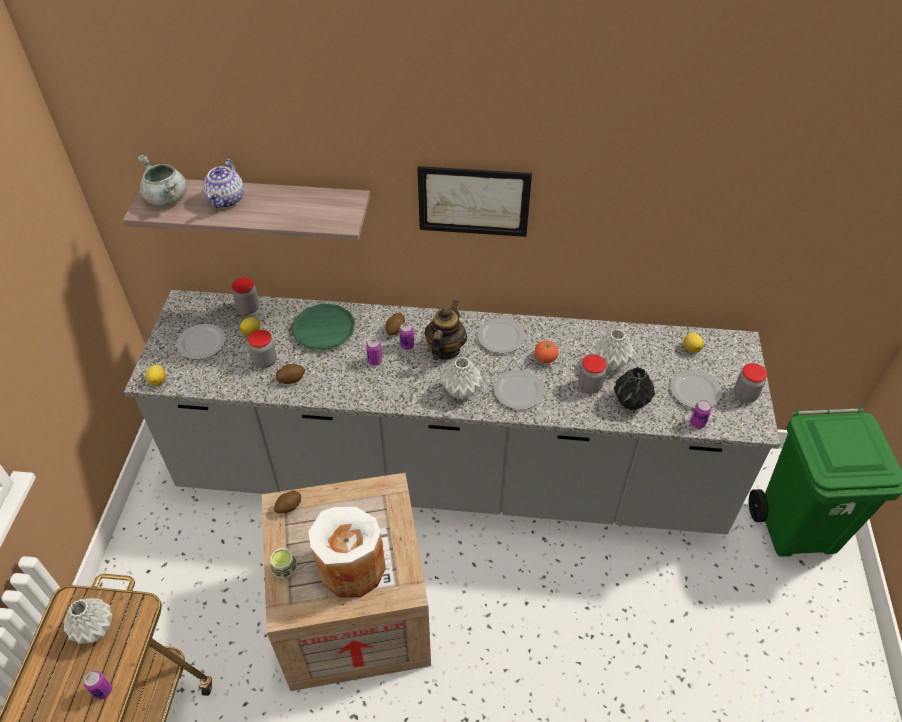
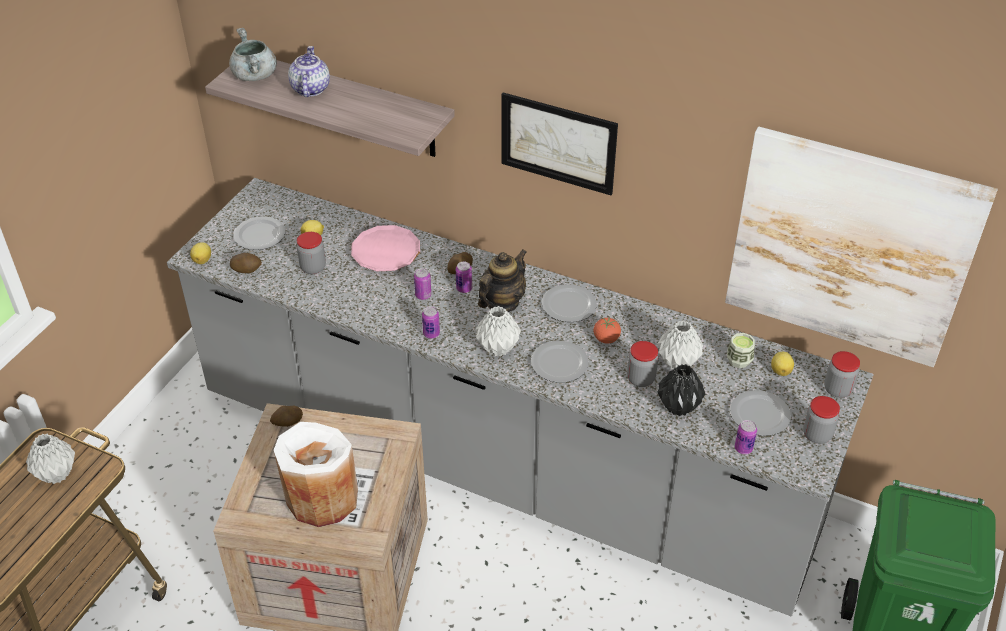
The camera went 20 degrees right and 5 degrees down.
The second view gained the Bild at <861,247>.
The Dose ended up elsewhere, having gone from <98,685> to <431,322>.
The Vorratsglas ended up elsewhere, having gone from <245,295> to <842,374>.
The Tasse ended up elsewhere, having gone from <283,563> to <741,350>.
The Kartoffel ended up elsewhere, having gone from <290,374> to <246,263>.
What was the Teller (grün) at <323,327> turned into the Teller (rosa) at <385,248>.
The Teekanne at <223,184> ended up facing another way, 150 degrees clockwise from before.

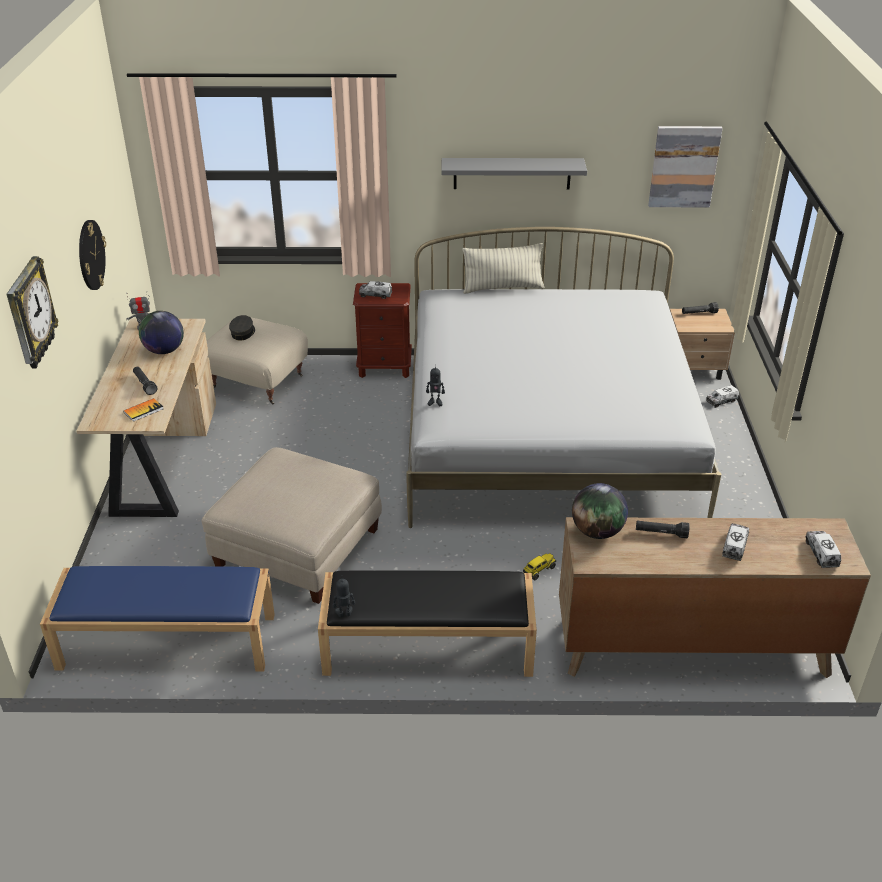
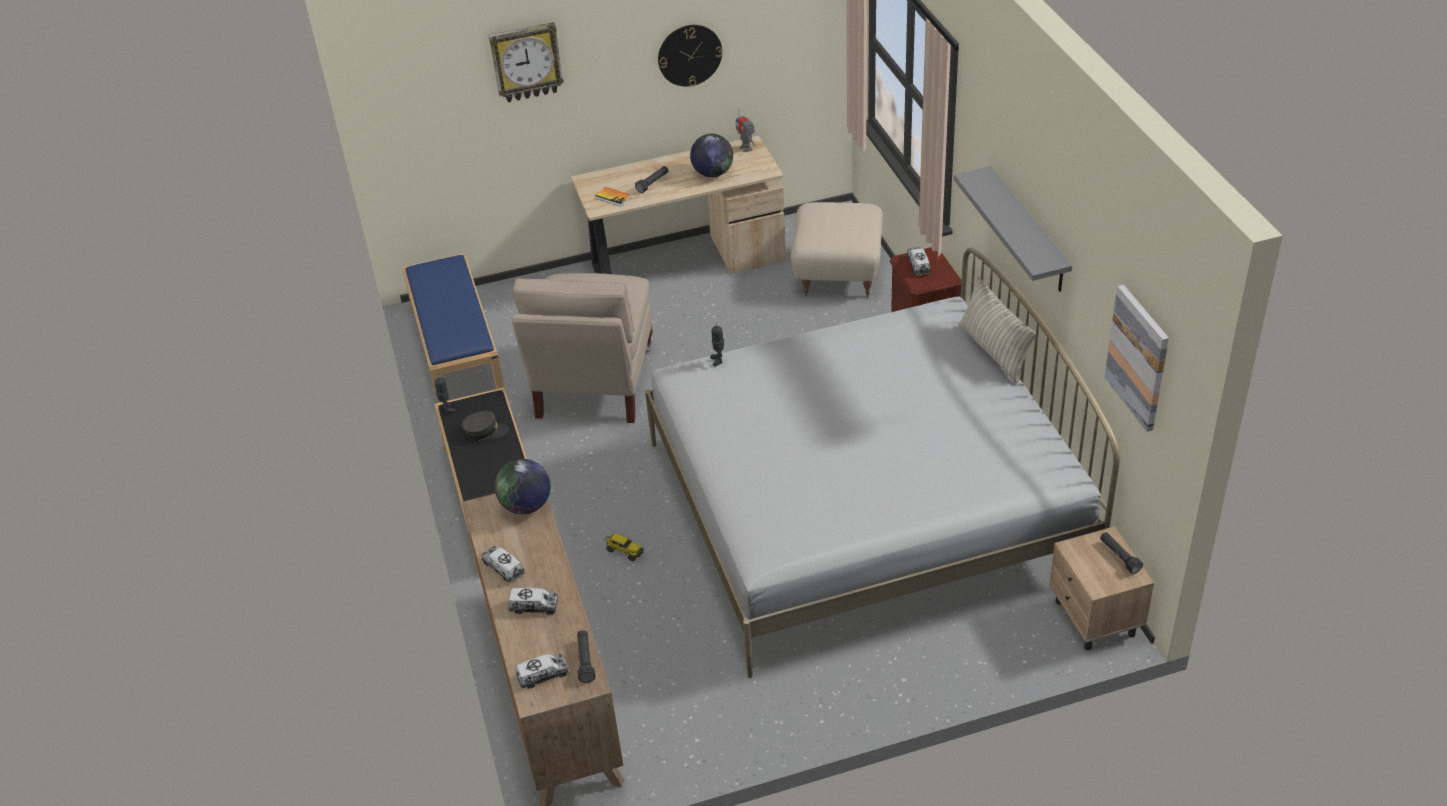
The camera went 75 degrees right and 5 degrees up.
The Kappe (grau) ended up elsewhere, having gone from <242,328> to <485,426>.
The Taschenlampe (schwarz) ended up elsewhere, having gone from <662,529> to <586,656>.
The Spielzeuglaster ended up elsewhere, having gone from <722,396> to <503,564>.
Where the Polsterhocker (beige) stood at <292,525>, the Stuhl (beige) came to stand at <582,348>.

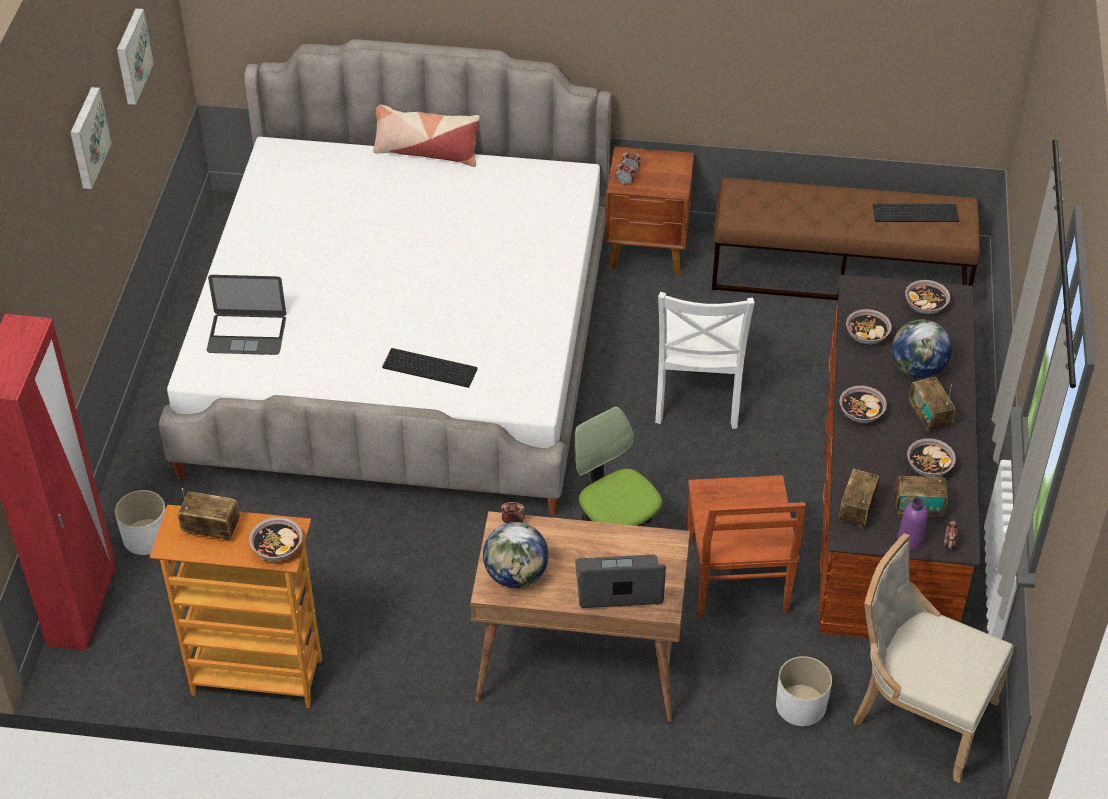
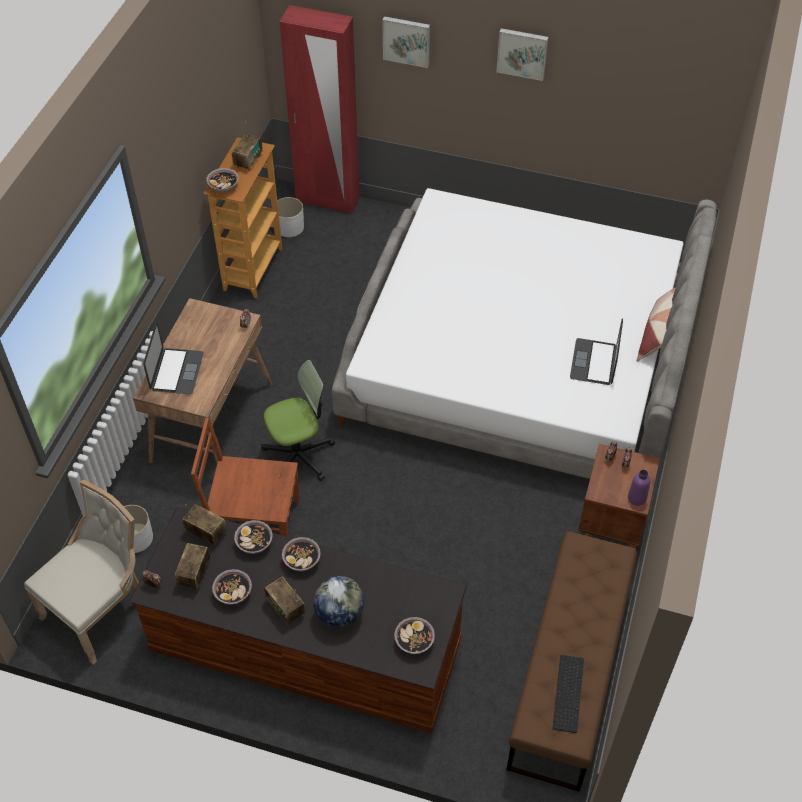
The camera went 100 degrees right and 5 degrees up.
The second view lost the Tastatur at <430,368>.
The second view lost the Globus at <516,555>.
The second view lost the Stuhl (weiß) at <705,360>.
The Pflanzkübel (weiß) ended up elsewhere, having gone from <140,522> to <290,217>.
The Bild ended up elsewhere, having gone from <135,56> to <406,42>.
The Laptop ended up elsewhere, having gone from <246,315> to <596,352>.
The Schüssel ended up elsewhere, having gone from <869,327> to <253,537>.
The Flasche (lila) ended up elsewhere, having gone from <912,524> to <639,488>.
The Radio at <932,404> ended up facing another way, 120 degrees counterclockwise from before.

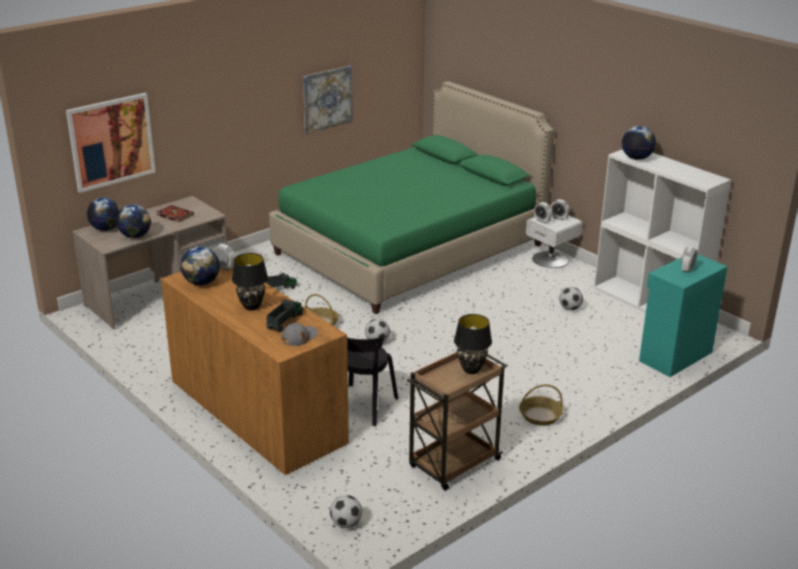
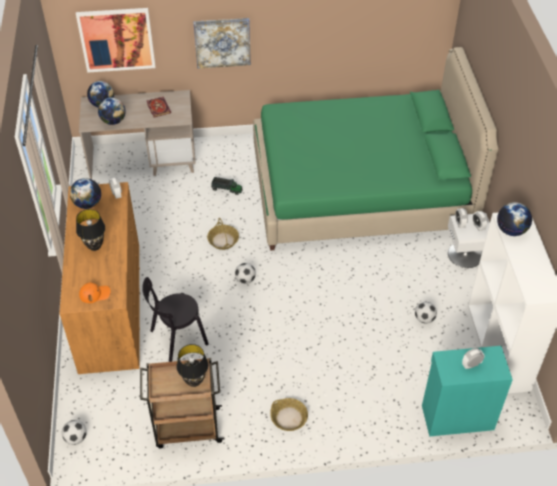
The camera went 35 degrees right and 20 degrees up.
The second view lost the Spielzeuglaster at <284,315>.
The Bild ended up elsewhere, having gone from <328,99> to <222,43>.
What was the Kappe (grau) at <300,334> turned into the Kappe (orange) at <94,292>.

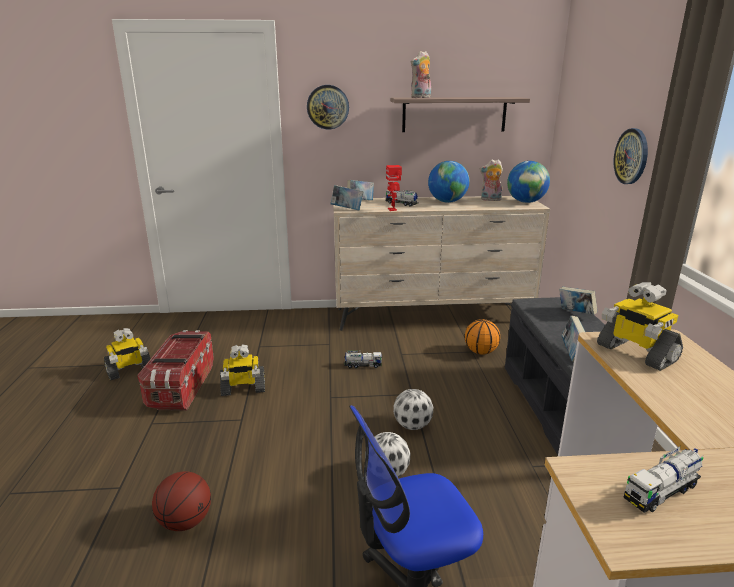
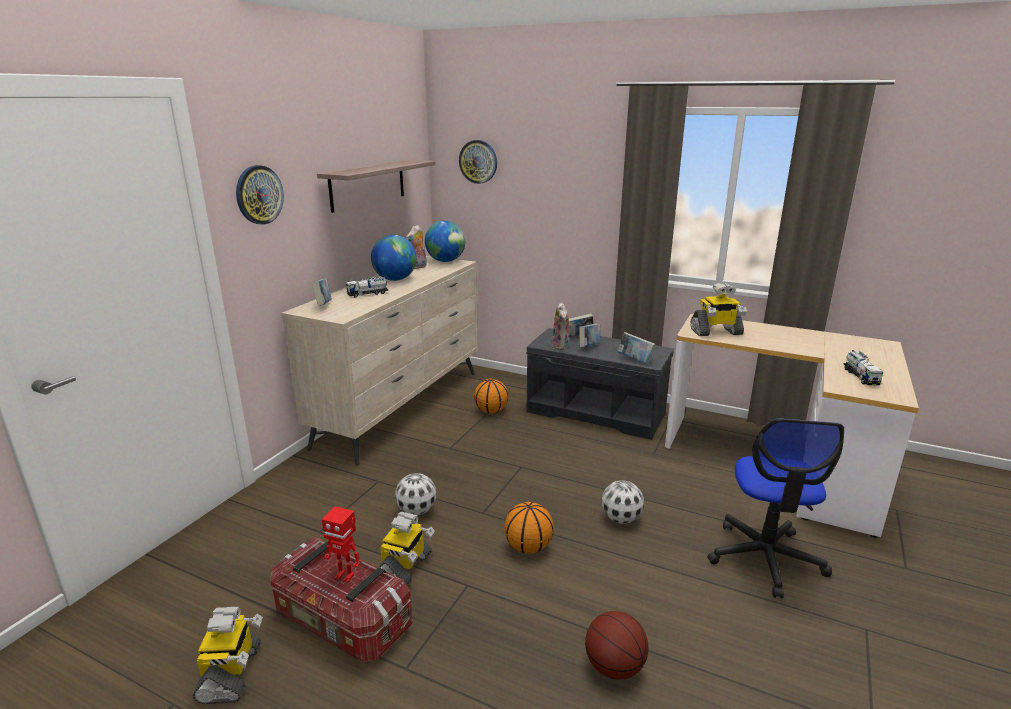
The camera went 60 degrees left and 0 degrees up.
The second view lost the Spielzeuglaster at <363,359>.
The second view gained the Basketball at <529,528>.
The Buch ended up elsewhere, having gone from <347,197> to <589,335>.
The Spielzeugroboter ended up elsewhere, having gone from <394,188> to <341,544>.
The Fußball ended up elsewhere, having gone from <413,409> to <415,494>.
The Plüschtier ended up elsewhere, having gone from <421,74> to <561,326>.
The Wanduhr ended up elsewhere, having gone from <631,156> to <478,162>.

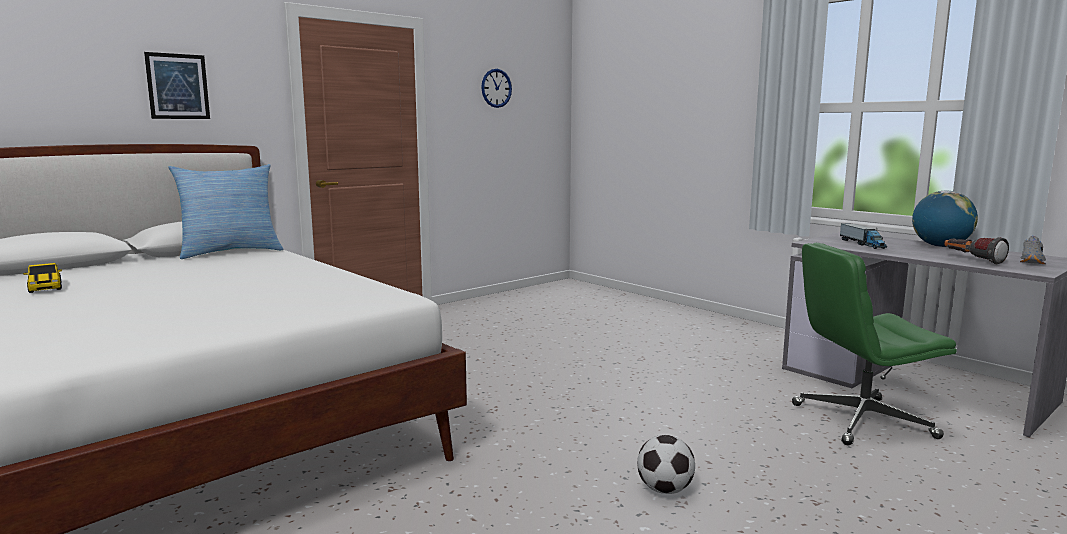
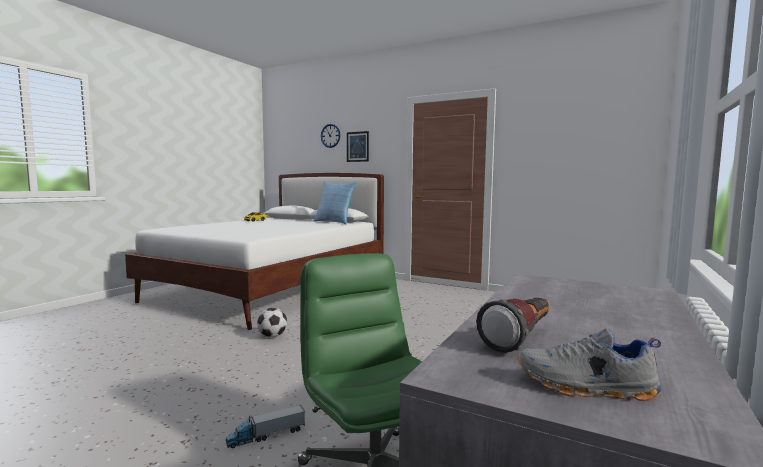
The camera went 70 degrees right and 5 degrees down.
The second view lost the Globus at <945,219>.
The Wanduhr ended up elsewhere, having gone from <496,88> to <330,136>.
The Fußball ended up elsewhere, having gone from <666,464> to <272,323>.
The Spielzeuglaster ended up elsewhere, having gone from <863,236> to <265,426>.

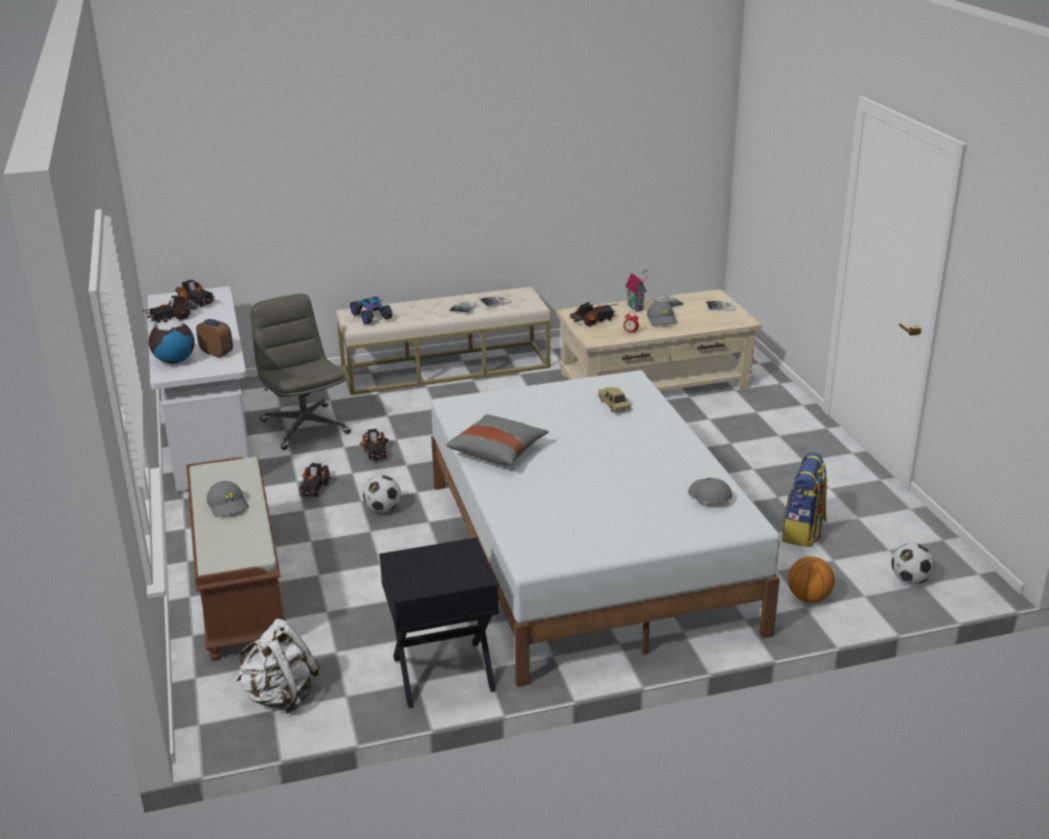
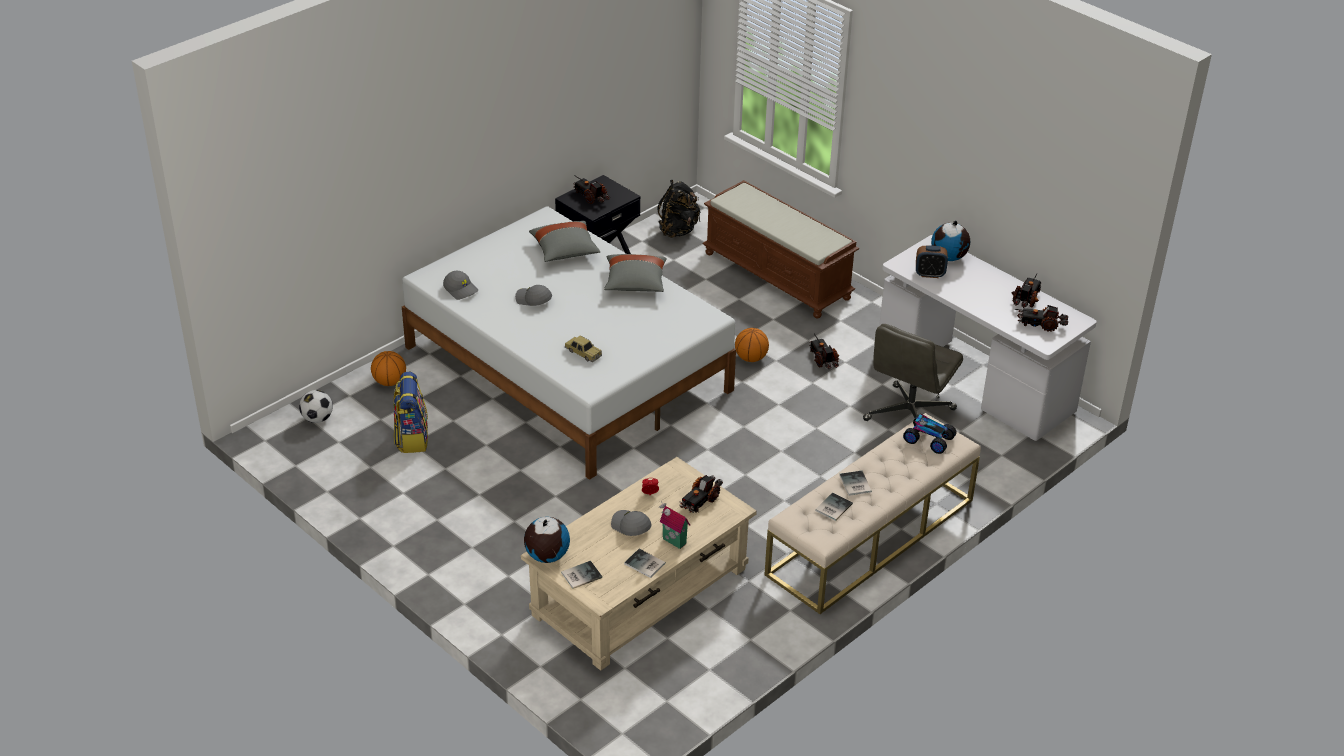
The camera went 150 degrees right and 10 degrees up.
The second view gained the Globus at <547,540>.
The second view gained the Kissen (grau) at <565,241>.
The Kappe (grau) ended up elsewhere, having gone from <228,499> to <533,295>.
The Spielzeuglaster ended up elsewhere, having gone from <373,444> to <591,190>.
Where the Fußball stood at <382,494>, the Basketball came to stand at <752,345>.
What was the Rucksack (weiß) at <278,666> turned into the Rucksack (schwarz) at <678,209>.
The Bürostuhl (grau) at <300,372> ended up facing another way, 90 degrees clockwise from before.

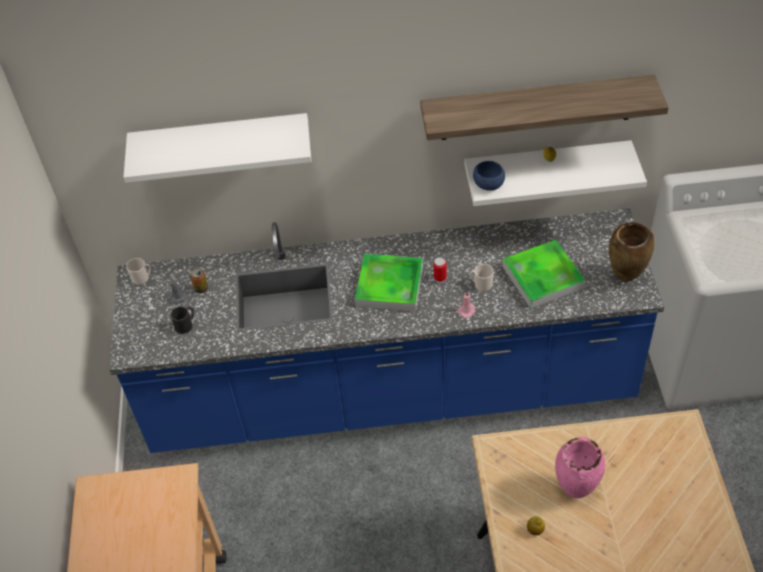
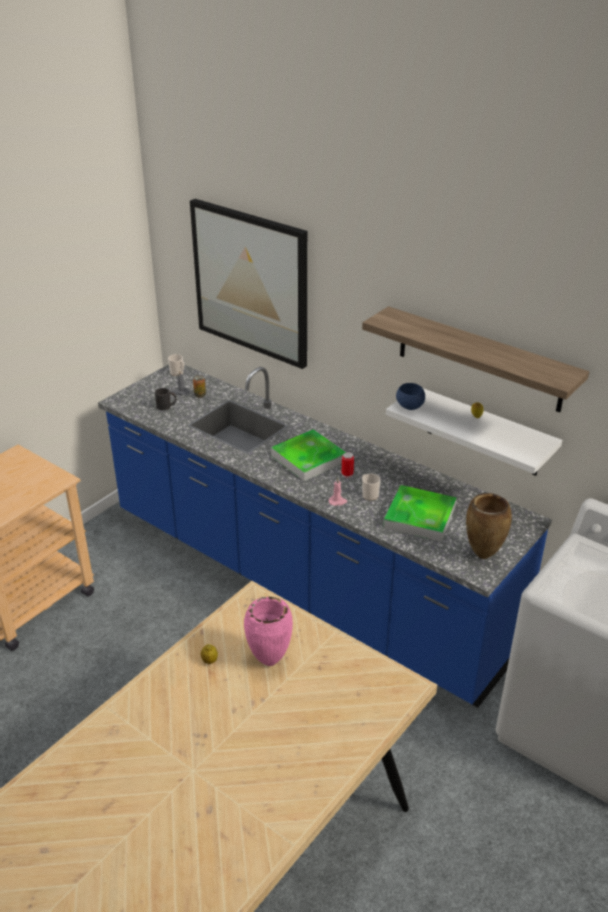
The camera went 40 degrees right and 15 degrees down.
Where the Wandregal (weiß) hung at <217,148>, the Bild came to hang at <248,284>.

